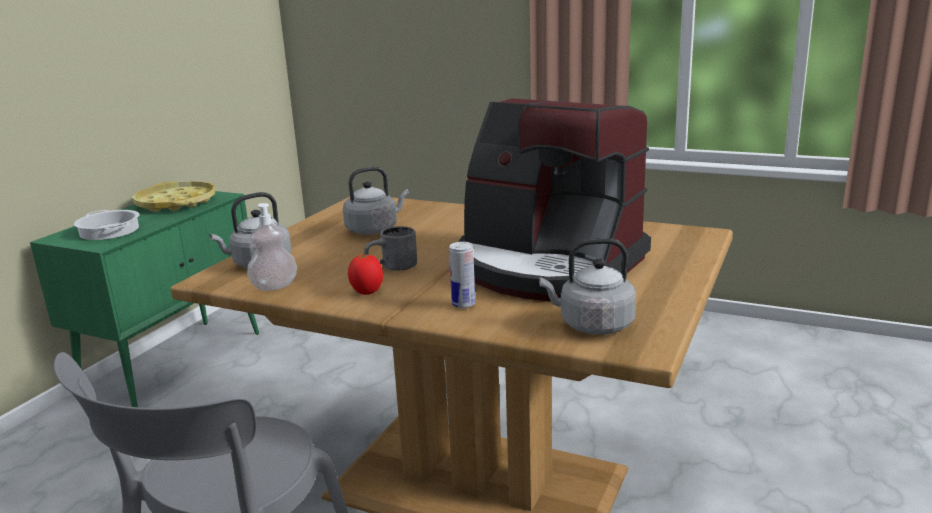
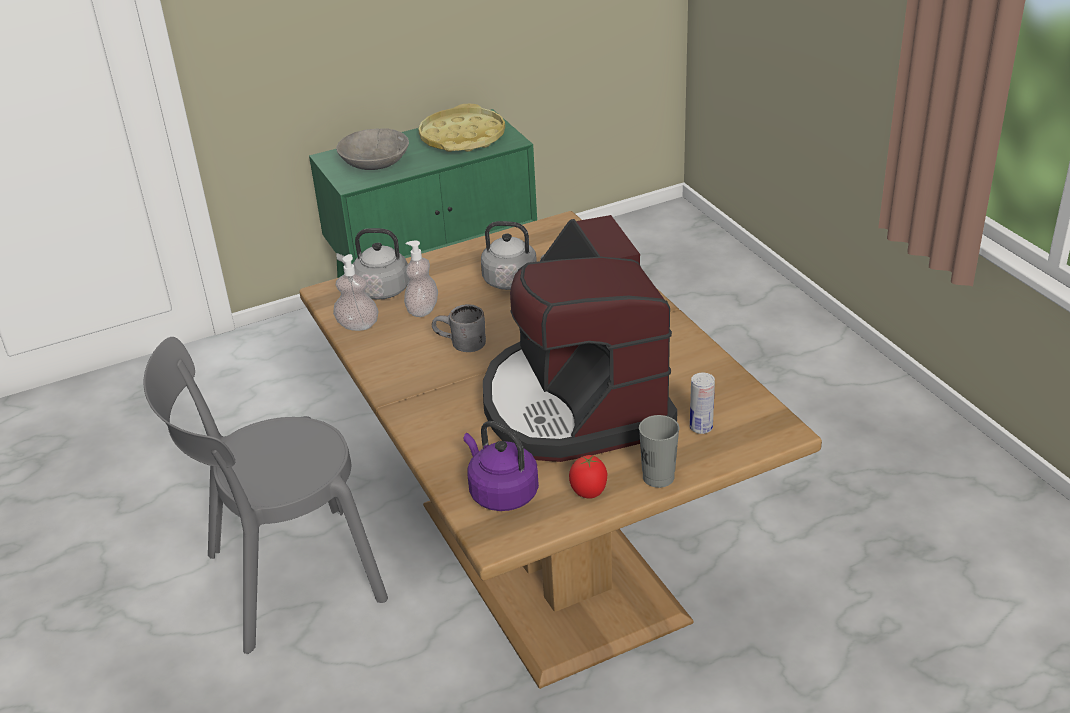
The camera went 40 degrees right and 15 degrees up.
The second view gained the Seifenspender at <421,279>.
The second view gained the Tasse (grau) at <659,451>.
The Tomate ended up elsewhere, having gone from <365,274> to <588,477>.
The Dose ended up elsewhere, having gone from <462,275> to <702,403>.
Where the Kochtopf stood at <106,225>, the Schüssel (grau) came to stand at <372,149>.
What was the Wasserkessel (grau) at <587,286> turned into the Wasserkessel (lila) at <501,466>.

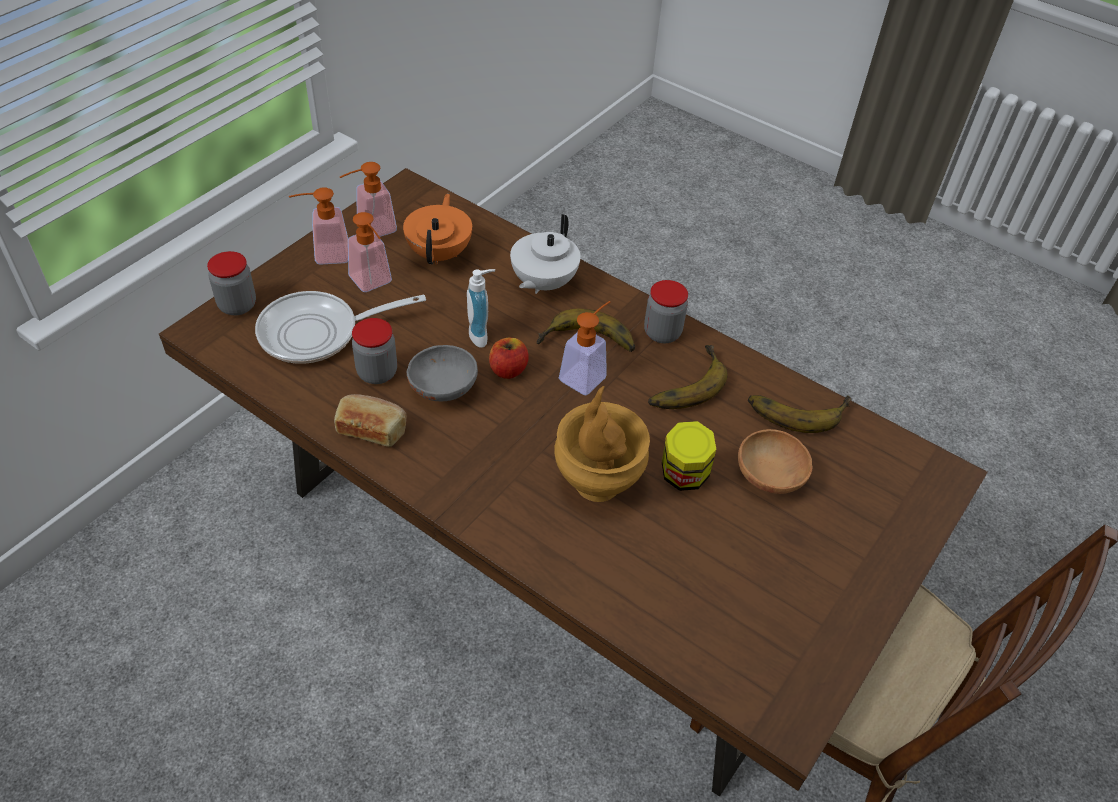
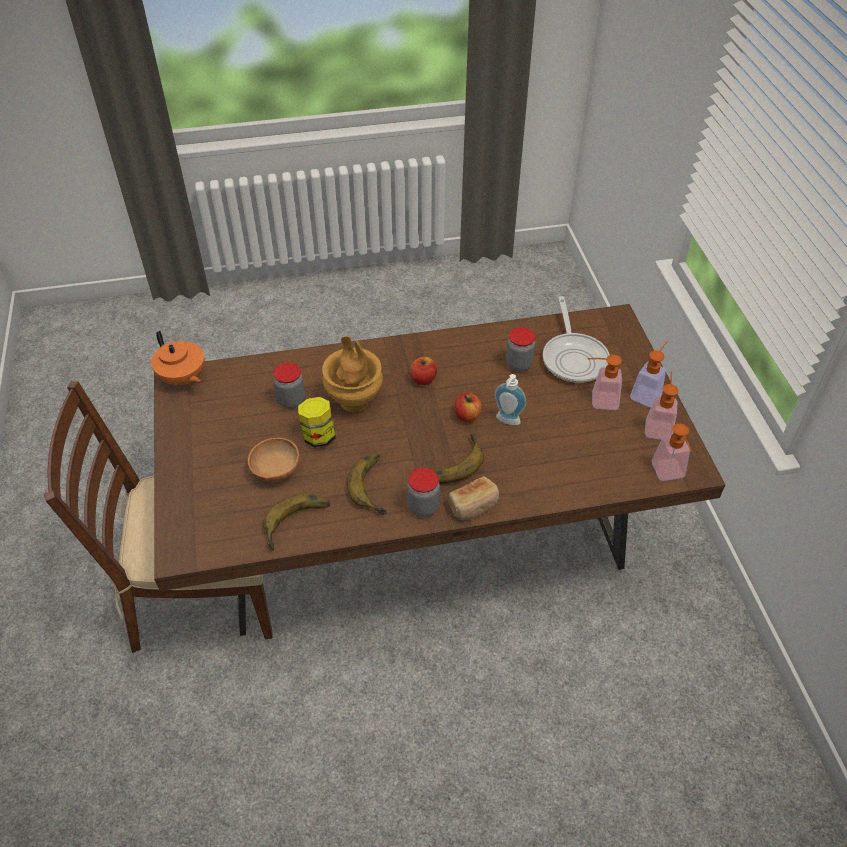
The camera went 135 degrees right and 0 degrees up.
The second view lost the Schüssel (grau) at <442,373>.
The second view lost the Teekanne (weiß) at <545,254>.
The second view gained the Apfel at <423,371>.
The Vorratsglas ended up elsewhere, having gone from <231,283> to <289,385>.
The Brot ended up elsewhere, having gone from <370,420> to <473,498>.
The Teekanne (orange) ended up elsewhere, having gone from <437,229> to <177,358>.
The Seifenspender ended up elsewhere, having gone from <585,348> to <671,452>.
The Pfanne at <340,327> ended up facing another way, 150 degrees clockwise from before.

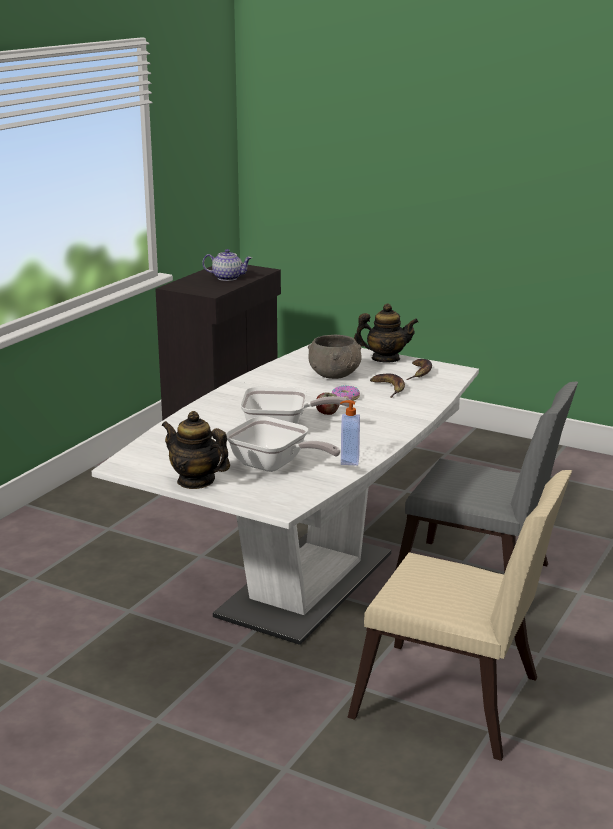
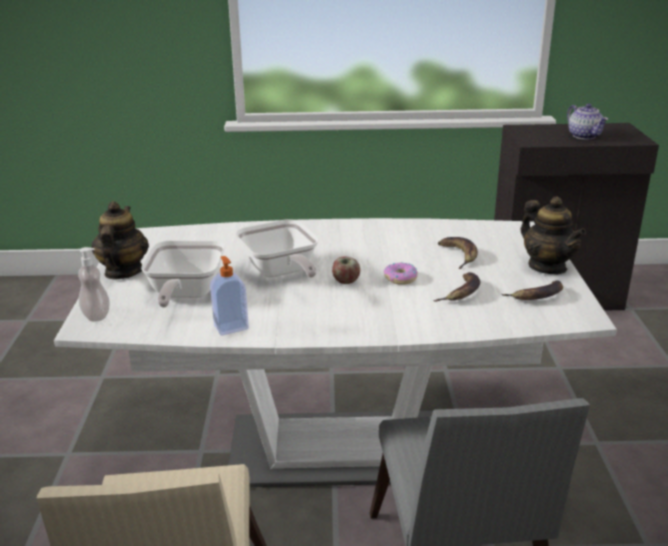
The camera went 60 degrees right and 5 degrees up.
The second view gained the Seifenspender at <94,284>.
Where the Schüssel (grau) stood at <334,357>, the Banane came to stand at <458,253>.

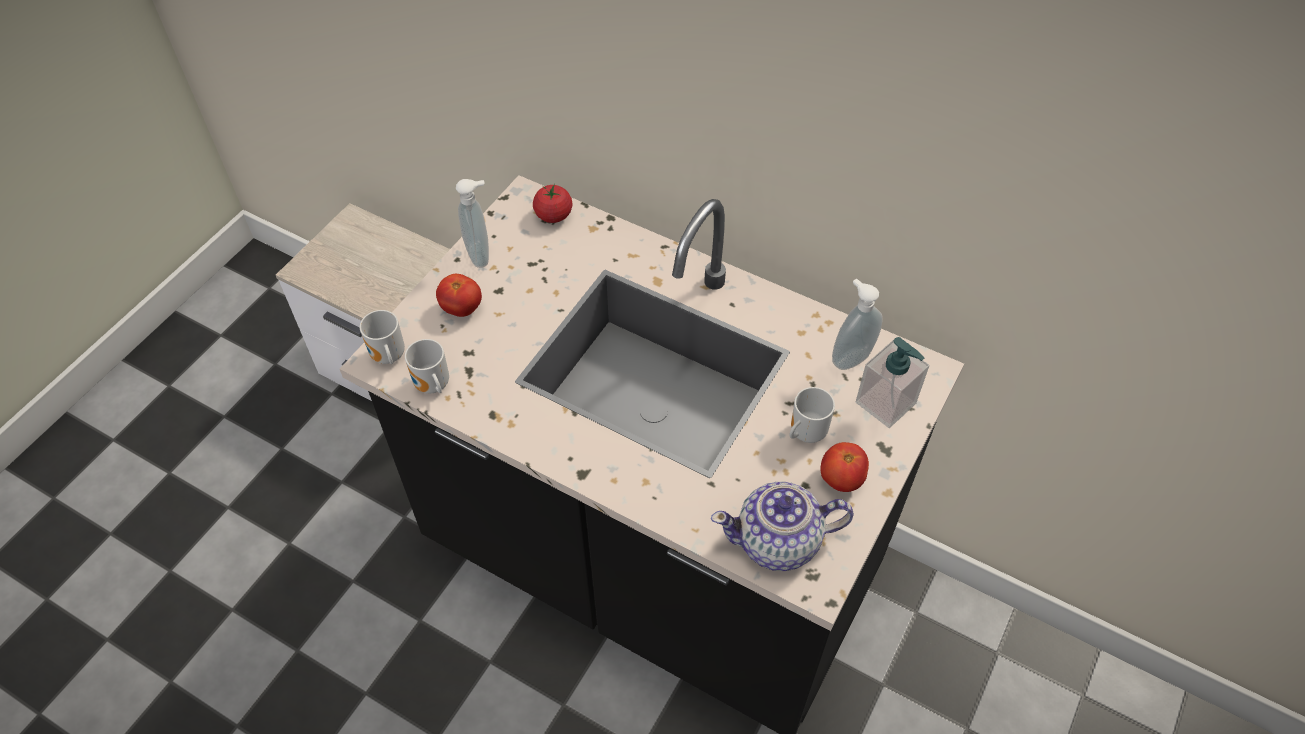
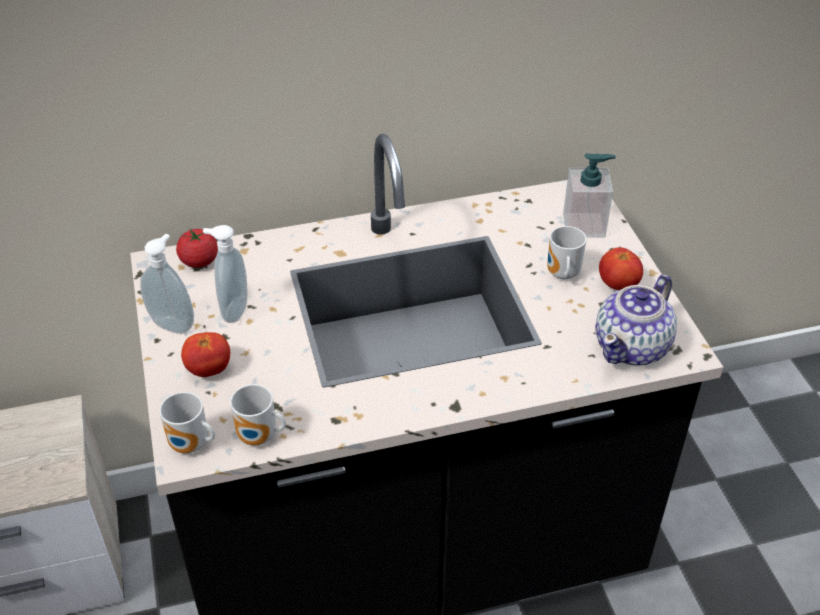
The camera went 45 degrees left and 10 degrees down.
The Seifenspender ended up elsewhere, having gone from <857,324> to <225,274>.

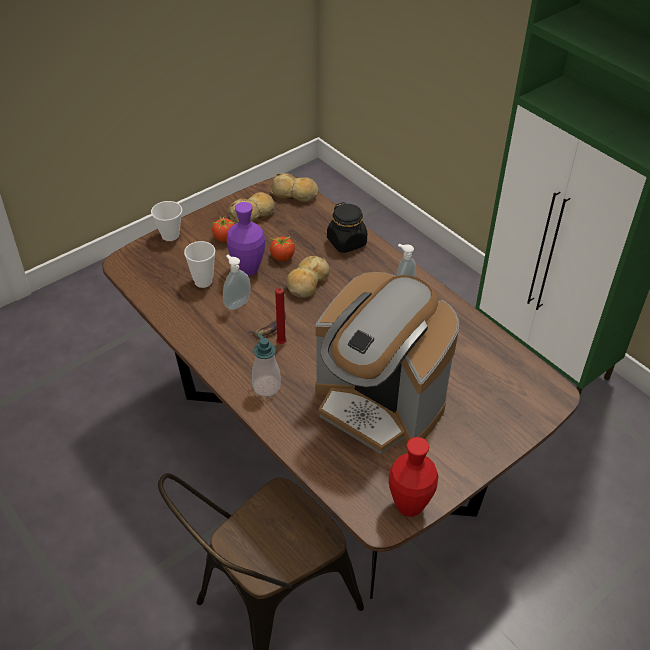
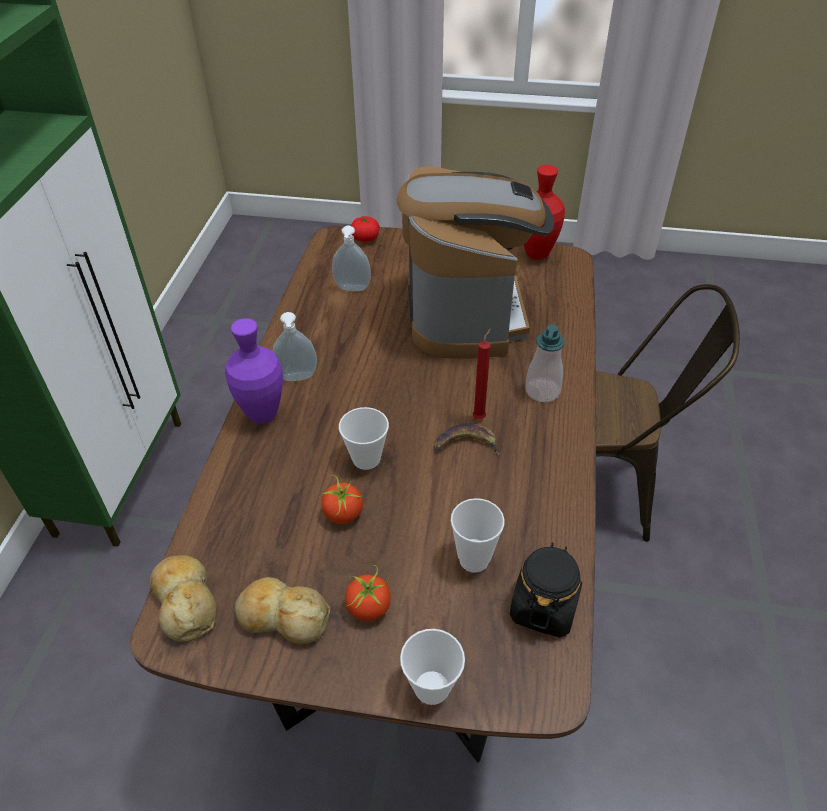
The camera went 130 degrees left and 0 degrees up.
The second view gained the Tomate at <365,229>.
The Seifenspender ended up elsewhere, having gone from <237,282> to <351,258>.
The Vase (lila) ended up elsewhere, having gone from <246,239> to <254,371>.
The Vorratsglas (schwarz) ended up elsewhere, having gone from <347,227> to <546,590>.
Where the Brot stood at <308,277>, the Tasse came to stand at <364,438>.

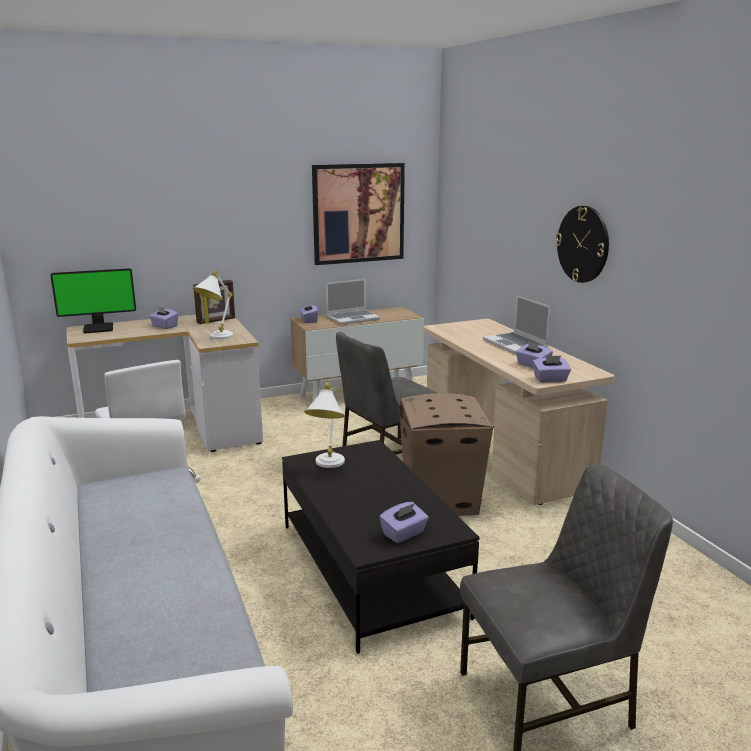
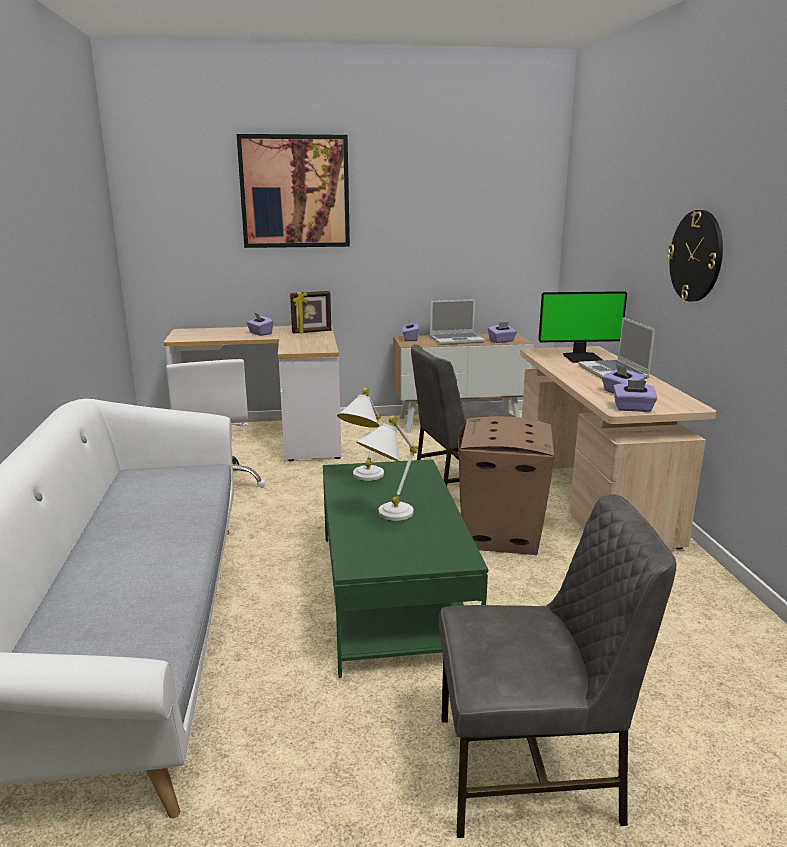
The camera went 15 degrees right and 0 degrees up.
The Monitor ended up elsewhere, having gone from <93,301> to <582,327>.
The Tischlampe (weiß) ended up elsewhere, having gone from <213,305> to <387,468>.
The Bild ended up elsewhere, having gone from <358,214> to <293,191>.
The Taschentuchbox (lila) ended up elsewhere, having gone from <404,522> to <502,332>.
What was the Couchtisch (schwarz) at <381,547> turned into the Couchtisch (grün) at <405,568>.

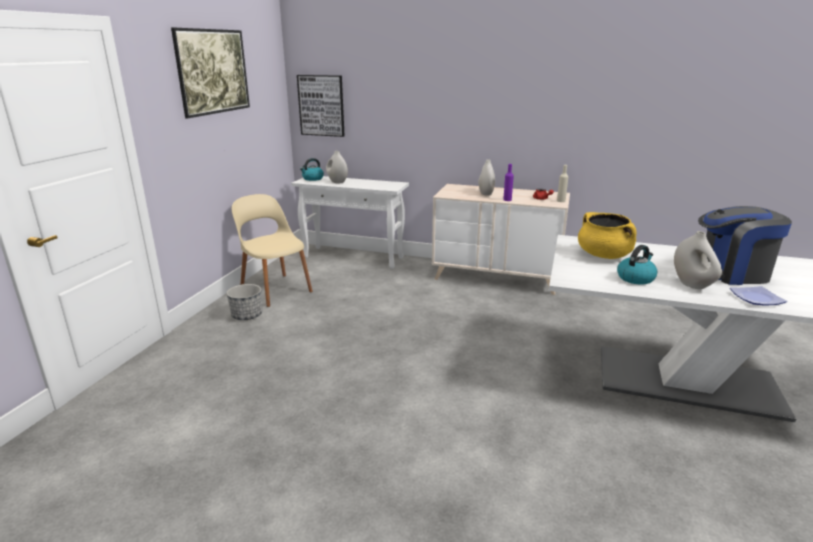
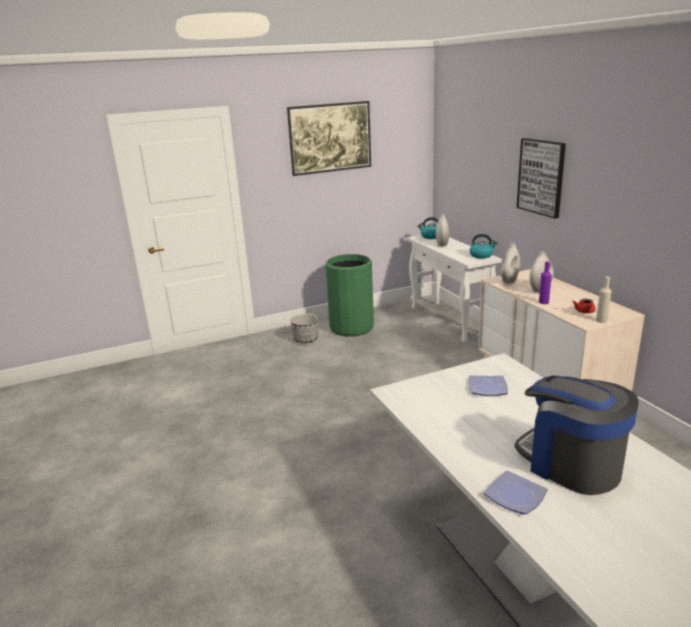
The camera went 50 degrees right and 0 degrees up.
The Bild ended up elsewhere, having gone from <321,106> to <541,178>.
The Wasserkessel ended up elsewhere, having gone from <637,265> to <483,246>.
The Vase (weiß) ended up elsewhere, having gone from <698,260> to <510,263>.
Where the Stuhl (beige) stood at <272,250>, the Mülleimer (grün) came to stand at <349,295>.
Where the Kochtopf (gelb) stood at <607,235>, the Teller came to stand at <488,385>.

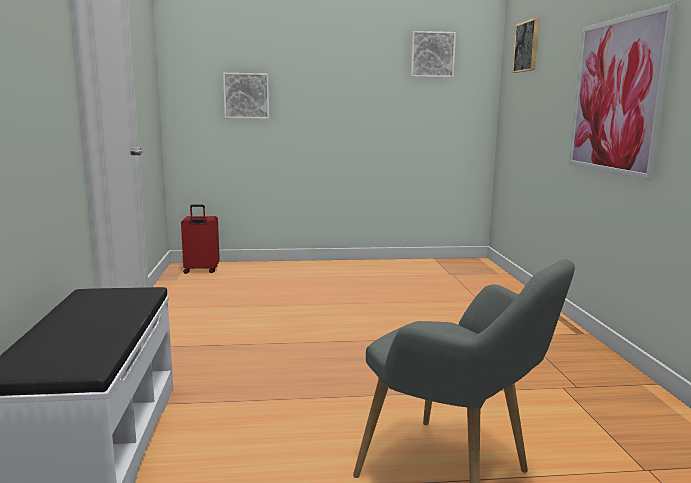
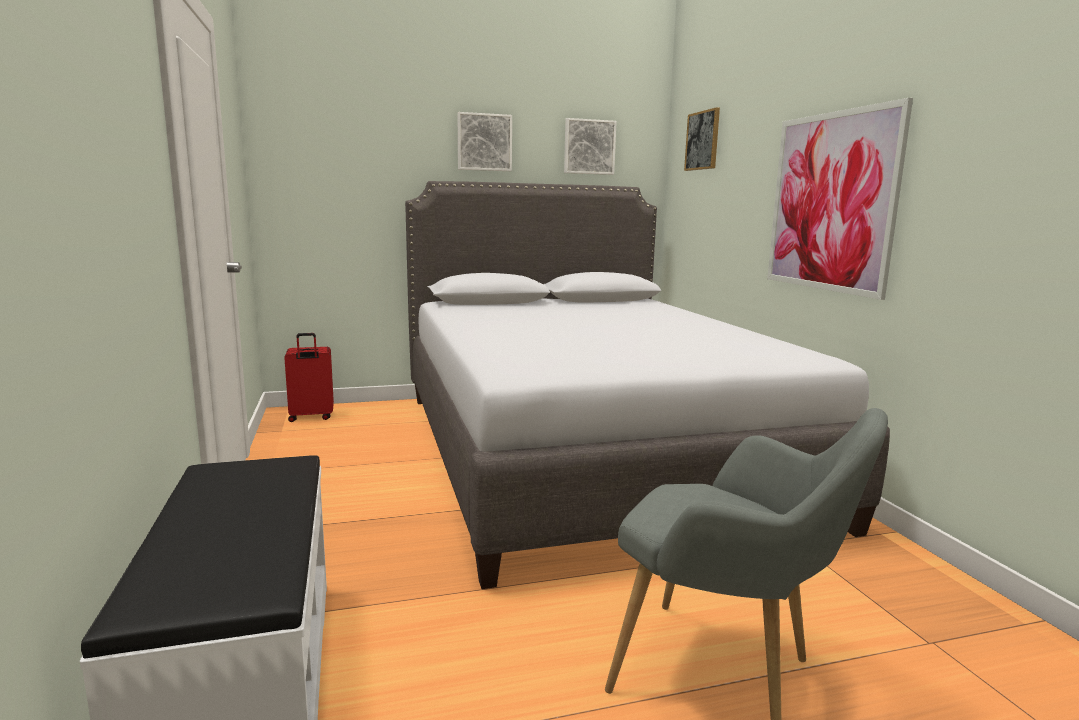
The camera went 10 degrees left and 0 degrees up.
The second view gained the Bett (grau) at <647,385>.
The Bild ended up elsewhere, having gone from <246,96> to <485,141>.

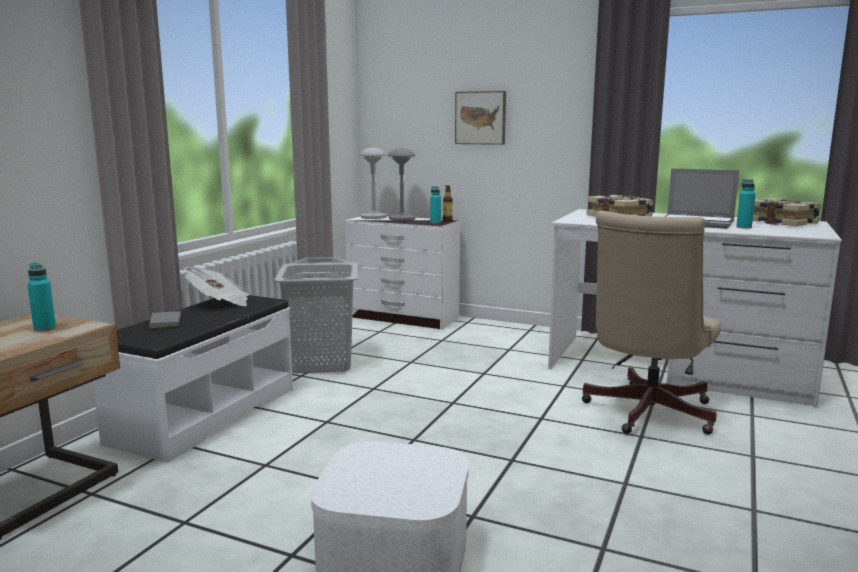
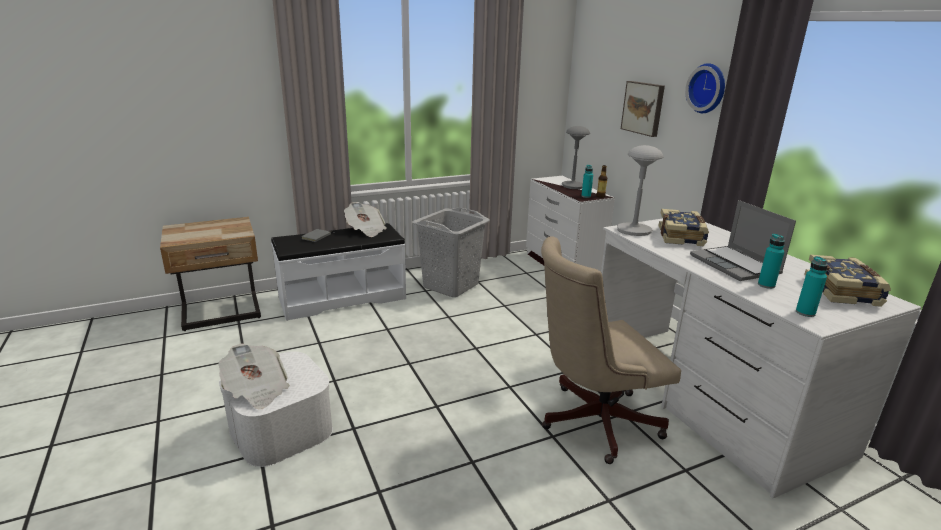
The camera went 40 degrees right and 10 degrees up.
The second view gained the Zeitung at <254,376>.
The second view gained the Wanduhr at <705,88>.
The Flasche (türkis) ended up elsewhere, having gone from <41,297> to <812,286>.
The Tischlampe (grau) ended up elsewhere, having gone from <373,183> to <640,190>.

